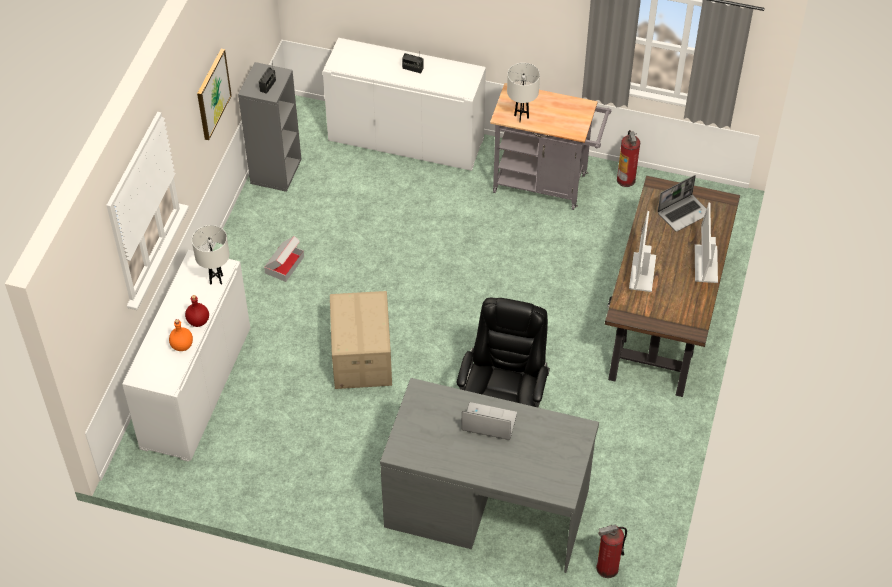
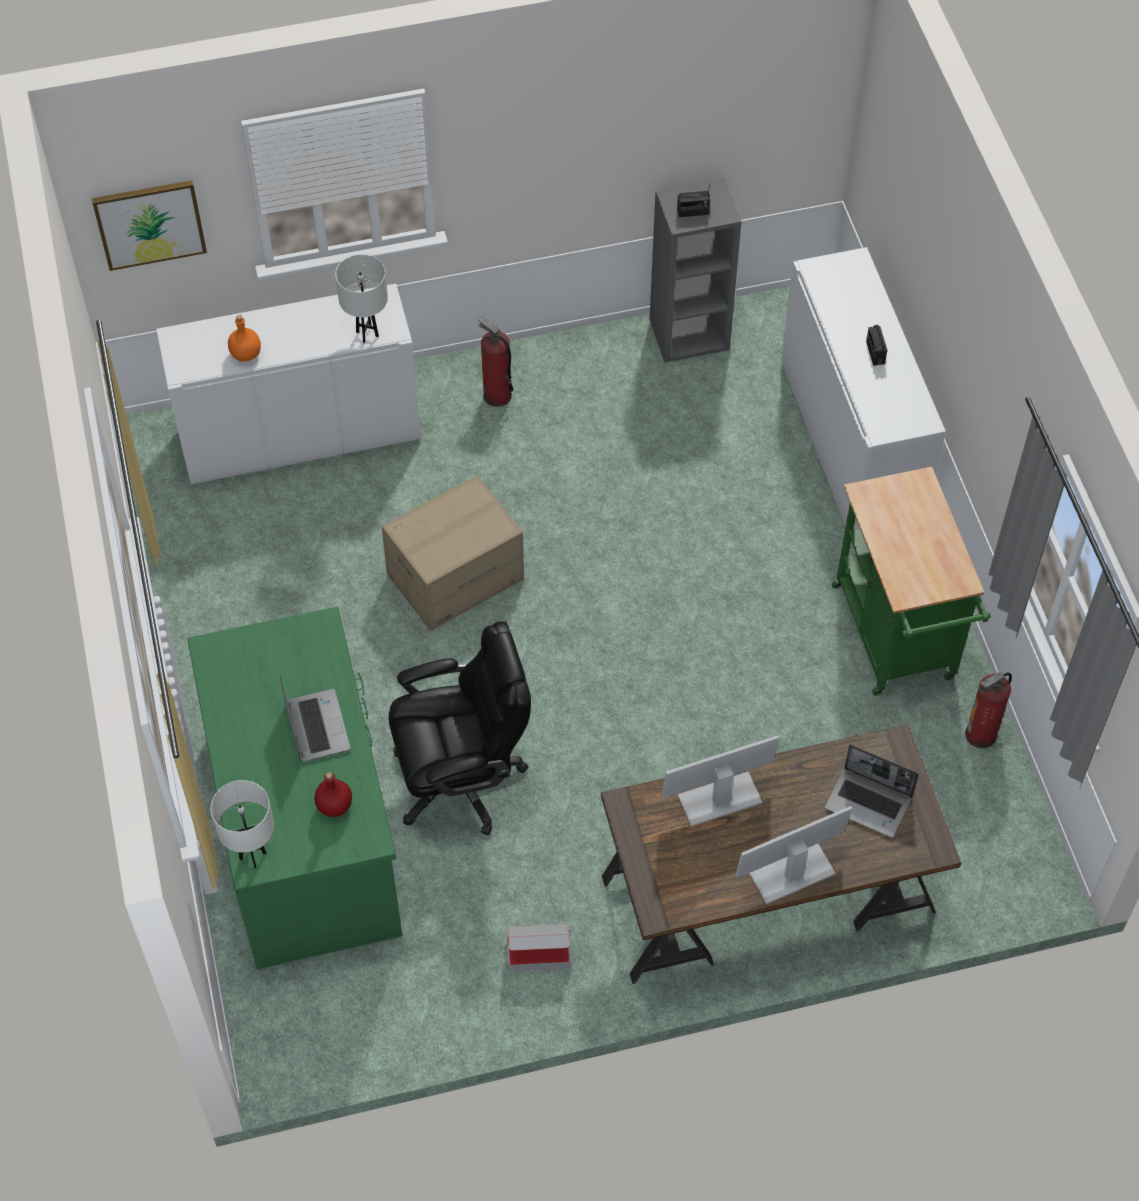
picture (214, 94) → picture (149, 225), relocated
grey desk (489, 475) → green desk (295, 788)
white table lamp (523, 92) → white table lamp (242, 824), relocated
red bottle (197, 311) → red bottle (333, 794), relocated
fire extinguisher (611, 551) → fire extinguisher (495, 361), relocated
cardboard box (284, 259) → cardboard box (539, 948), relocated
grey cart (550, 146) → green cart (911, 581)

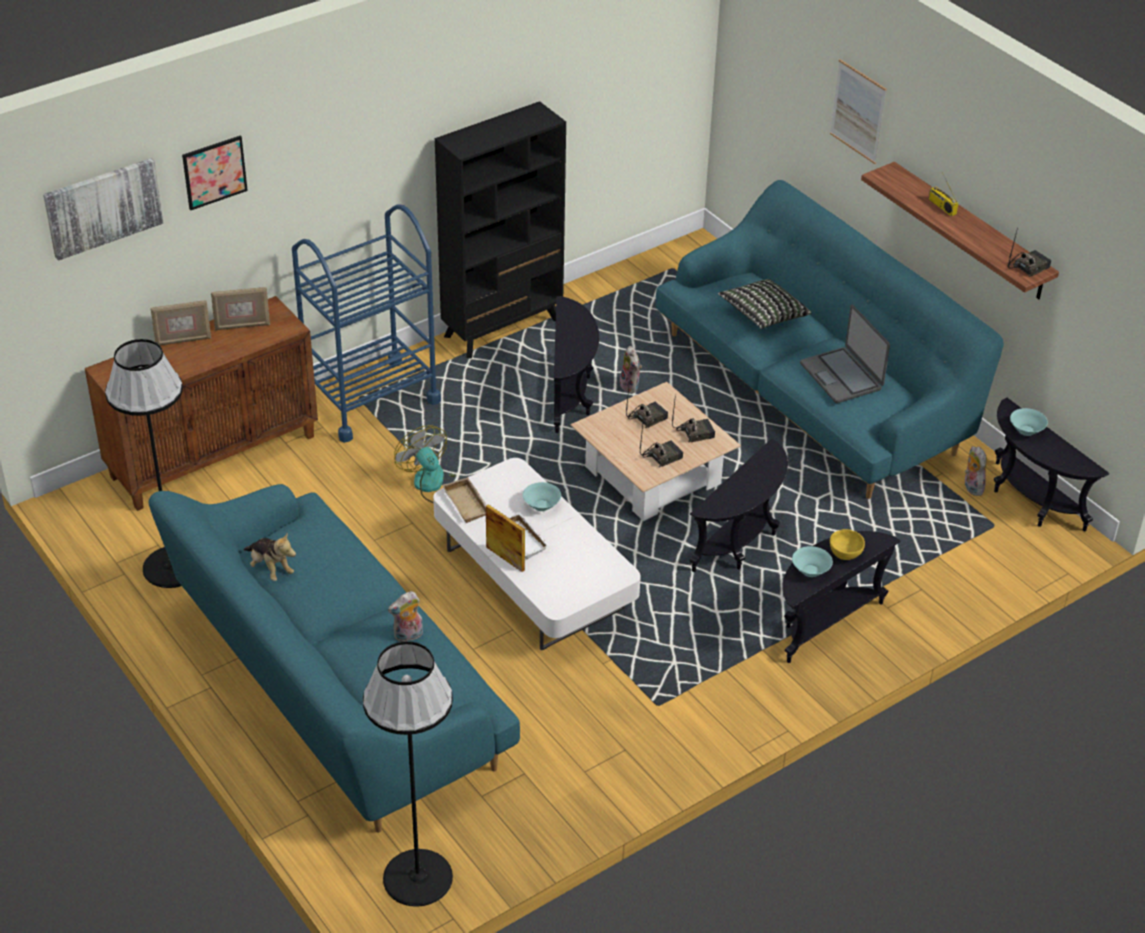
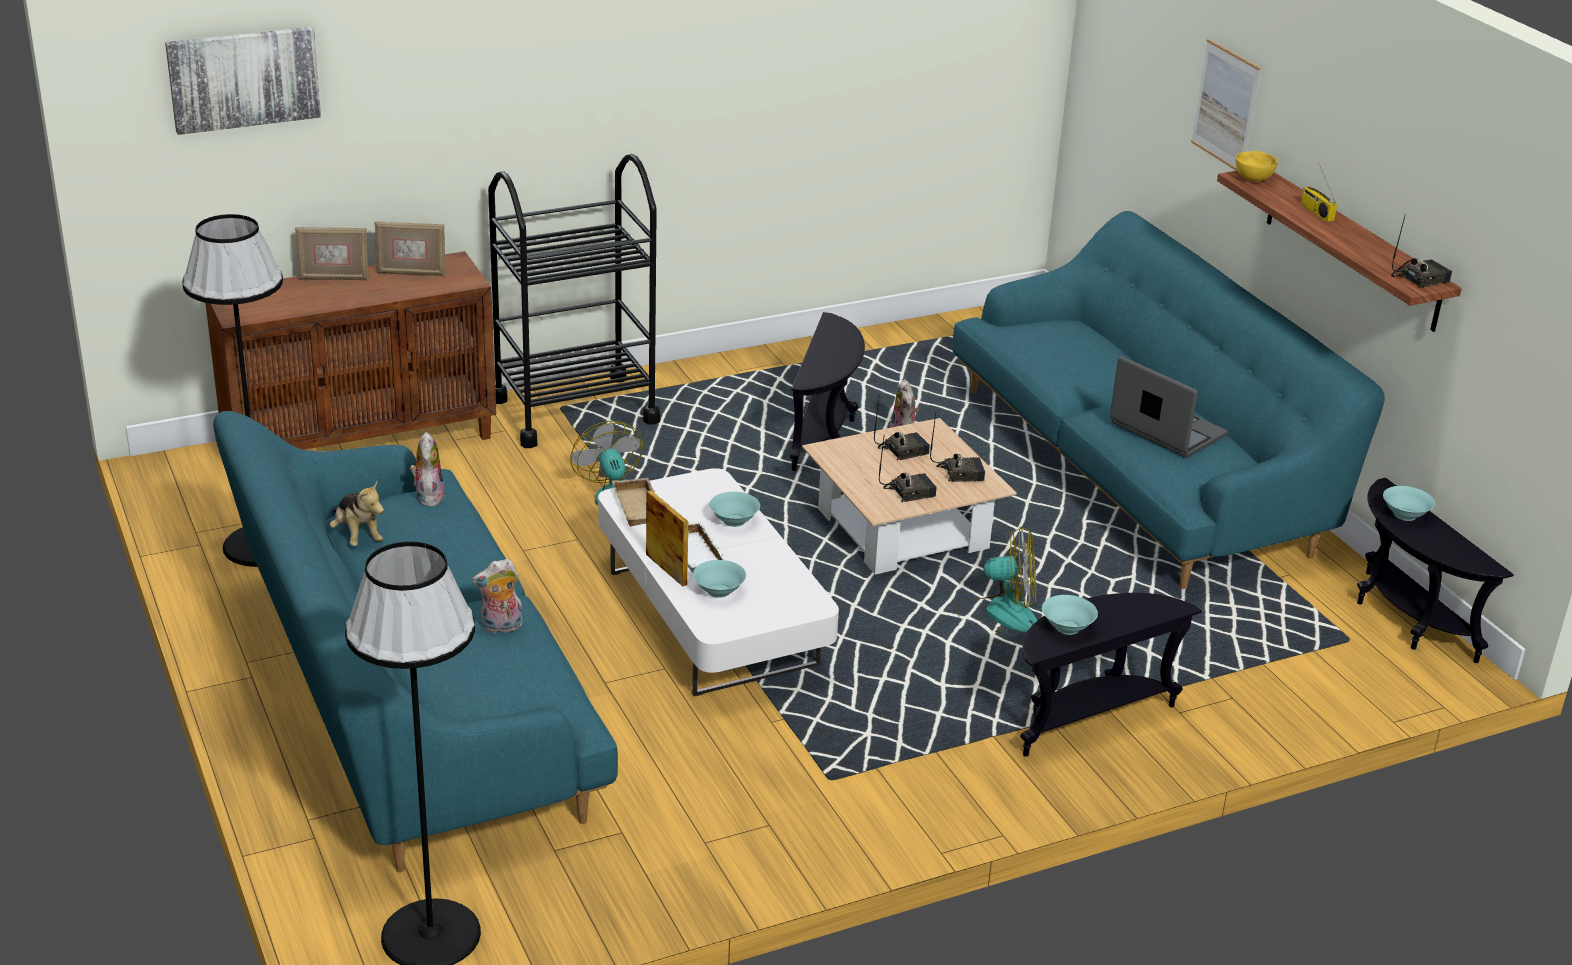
plush toy (975, 471) → plush toy (427, 469), relocated
blue cart (366, 323) → black cart (574, 301)
- → turquoise bowl (719, 579)
black side table (738, 505) → fan (997, 580)
laptop (845, 354) → laptop (1169, 407), 150 degrees clockwise
yellow bowl (847, 544) → yellow bowl (1256, 166), relocated
picture (215, 173) → -
black bookcase (500, 229) → -
pillow (765, 304) → -

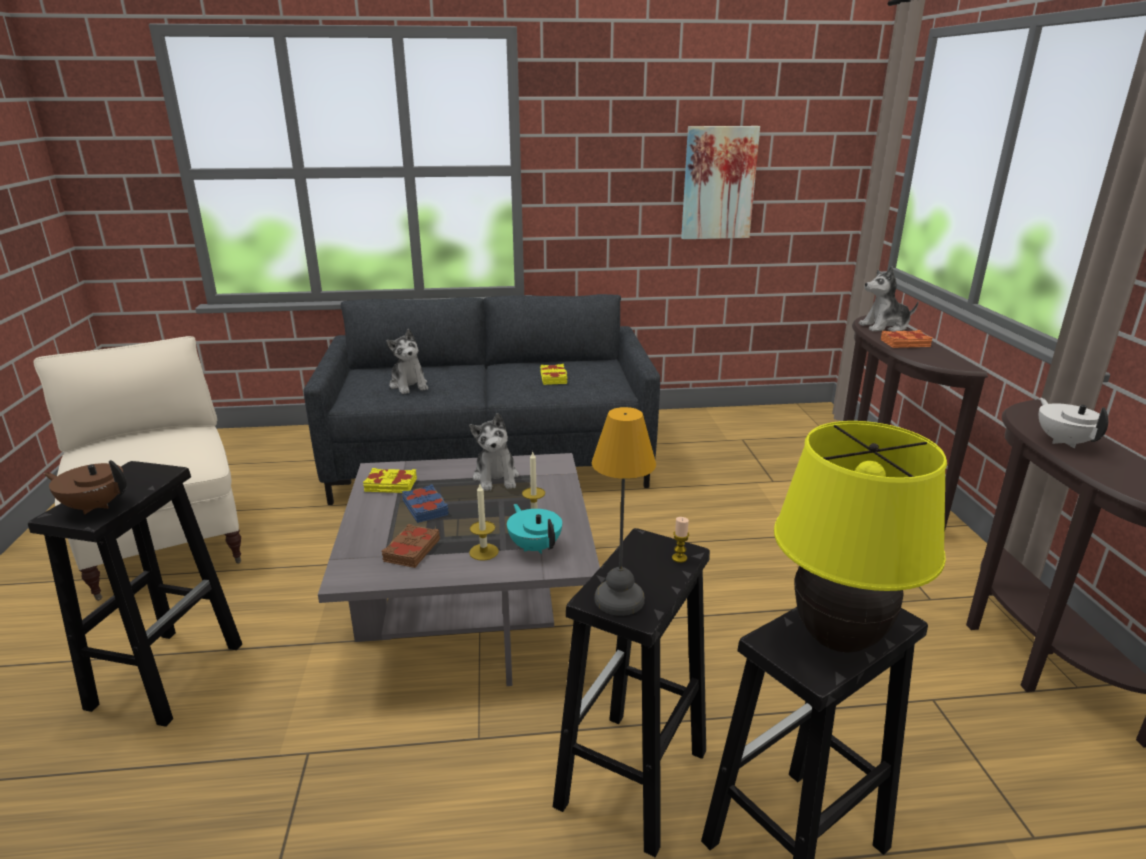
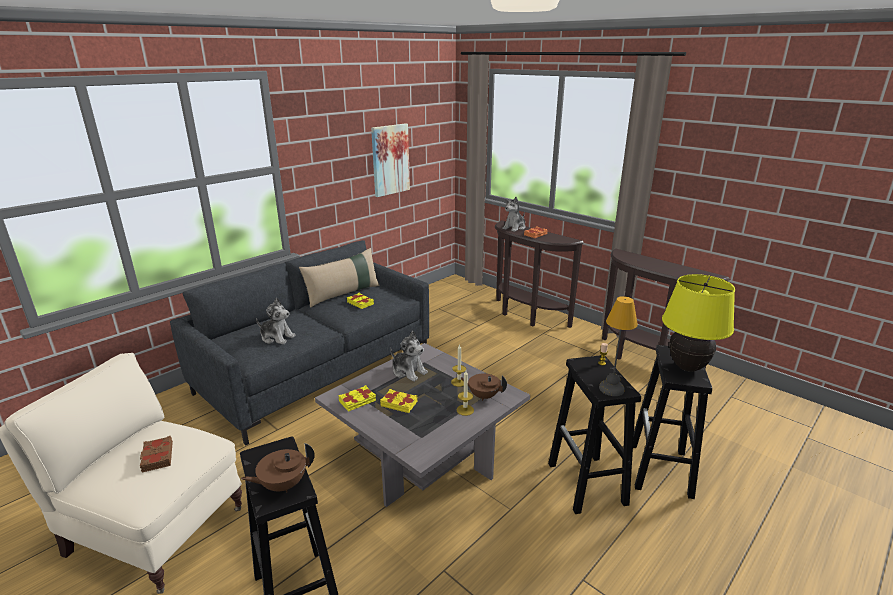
brown book (411, 546) → brown book (156, 454), relocated
- → beige pillow (339, 278)
blue book (425, 503) → yellow book (399, 401)
turquoise teapot (534, 529) → brown teapot (484, 387)
white teapot (1073, 423) → -

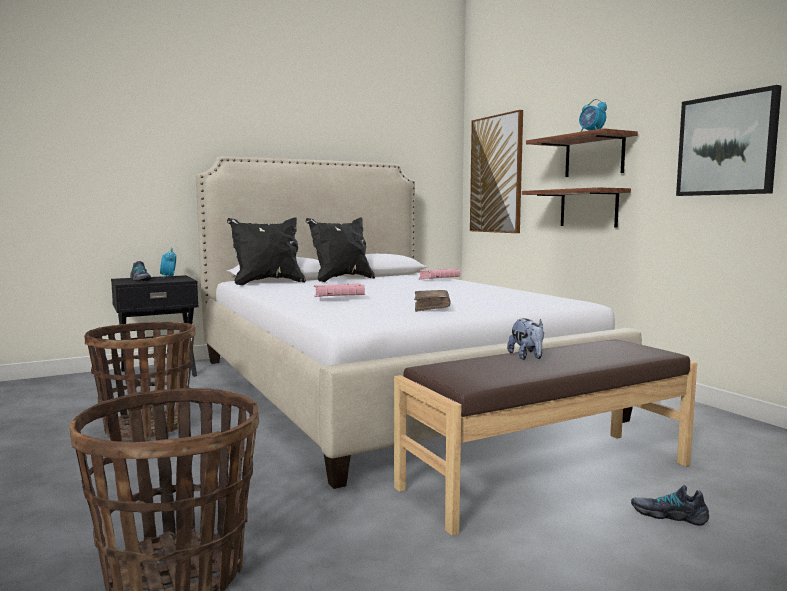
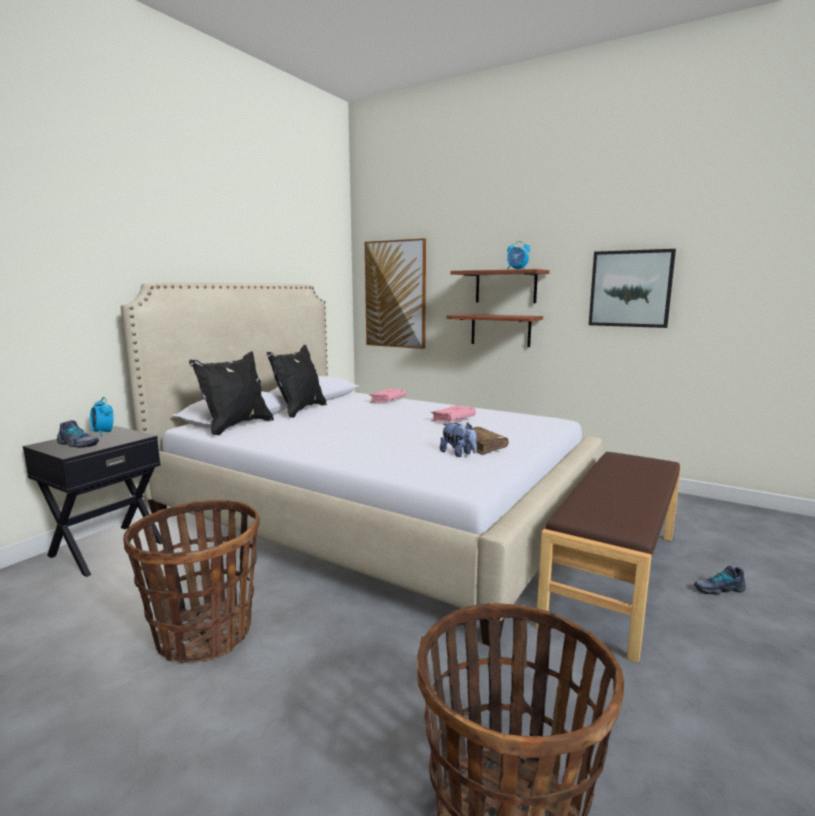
pink book (339, 290) → pink book (453, 413), relocated
plush toy (525, 339) → plush toy (458, 440), relocated

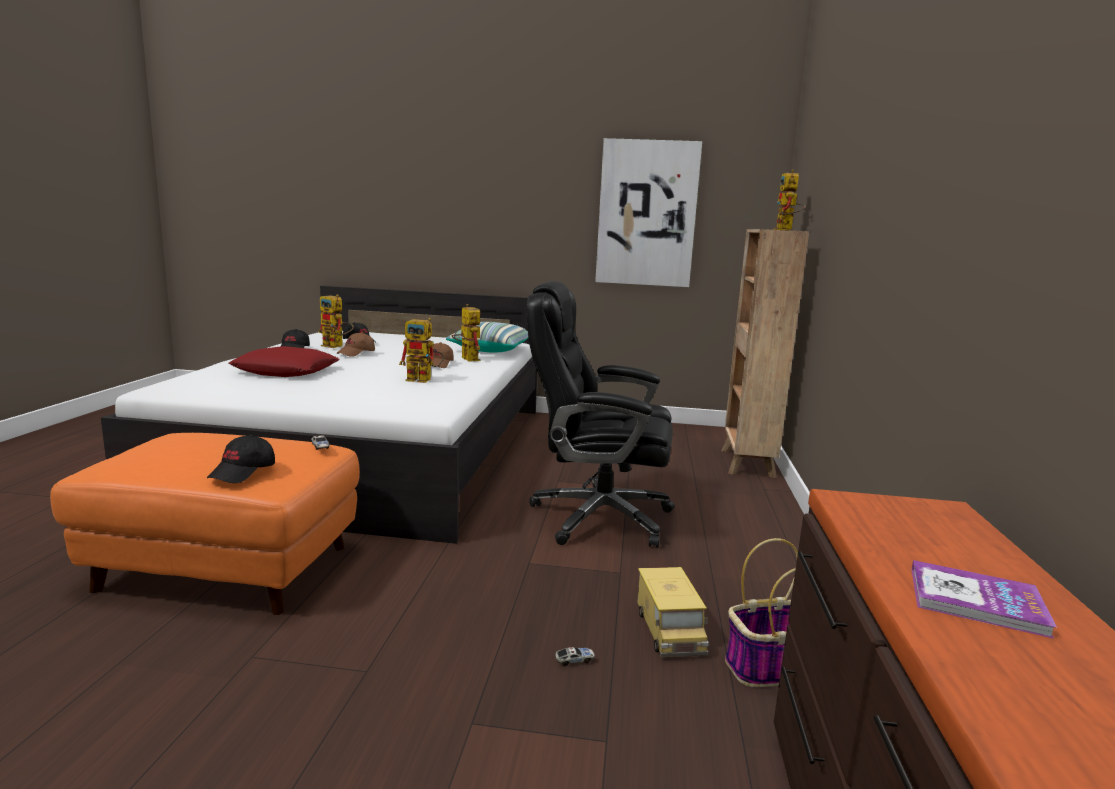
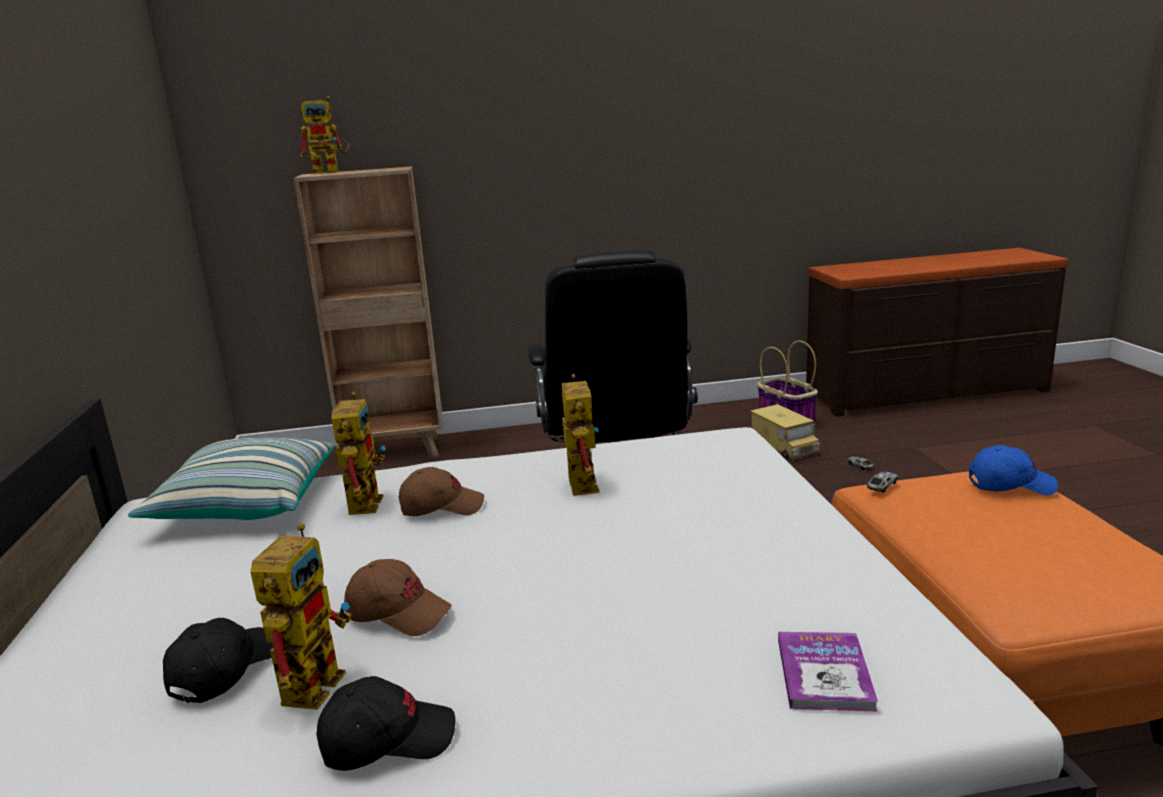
toy robot (466, 333) → toy robot (359, 453), 135 degrees clockwise
toy truck (673, 612) → toy truck (785, 432), 90 degrees clockwise
book (984, 599) → book (828, 672), relocated
black cap (241, 459) → blue cap (1013, 470)
red pillow (284, 361) → -
picture (648, 212) → -

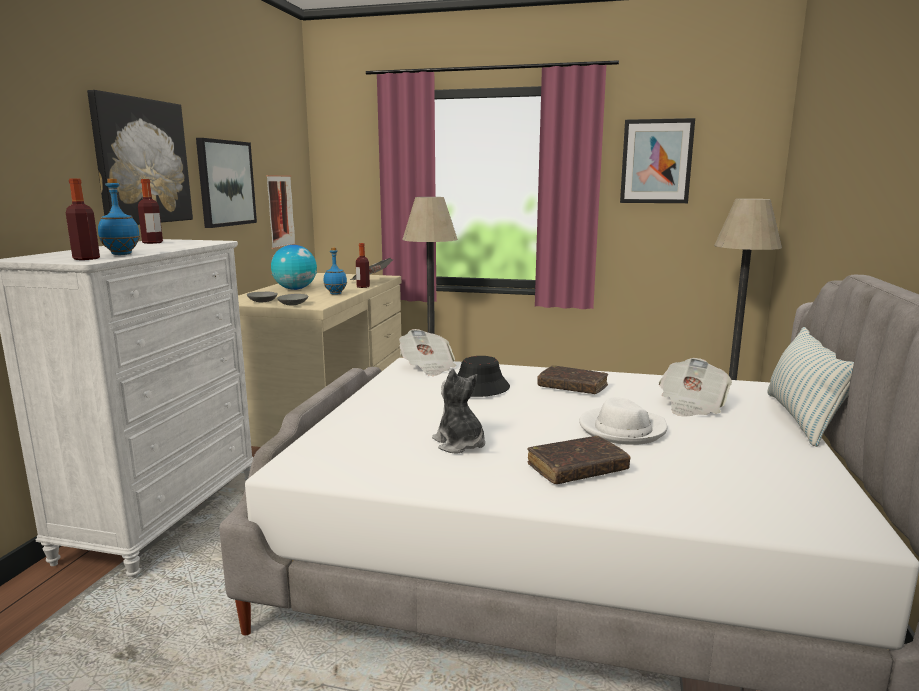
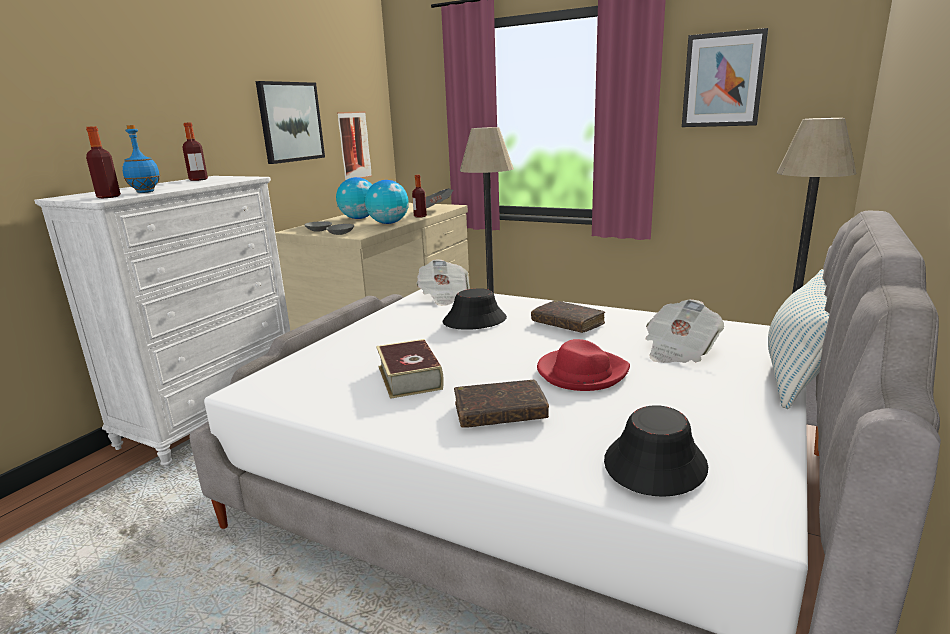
blue bottle (335, 271) → globe (387, 202)
plush toy (458, 411) → book (410, 369)
white hat (623, 421) → red hat (583, 365)
- → black hat (656, 451)
picture (140, 157) → -

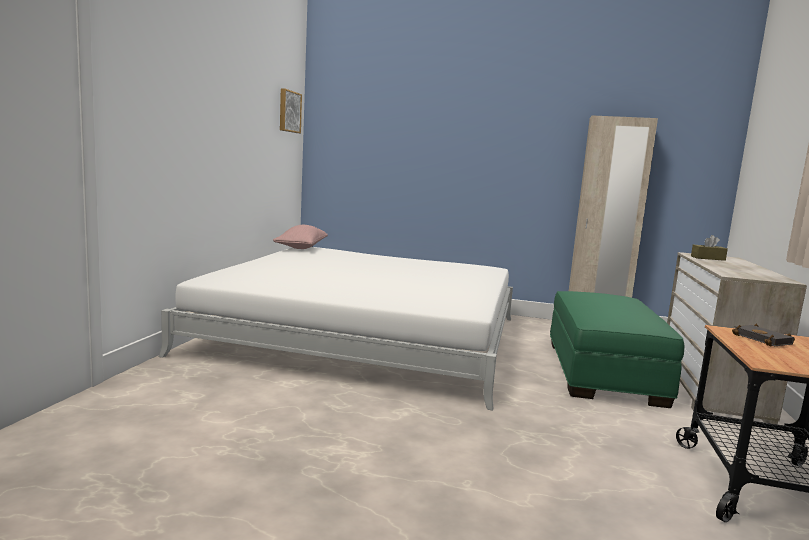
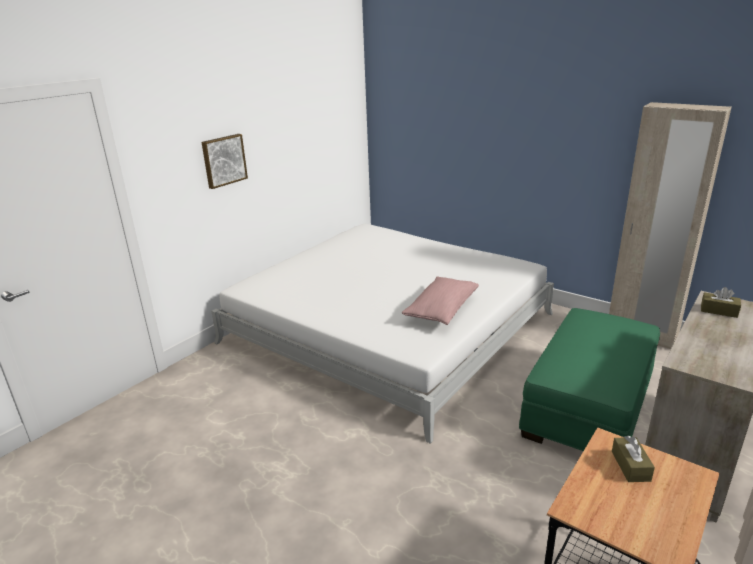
picture (291, 110) → picture (224, 161), relocated
pink pillow (300, 237) → pink pillow (440, 301), relocated
black book (763, 335) → brown tissue box (633, 459)

